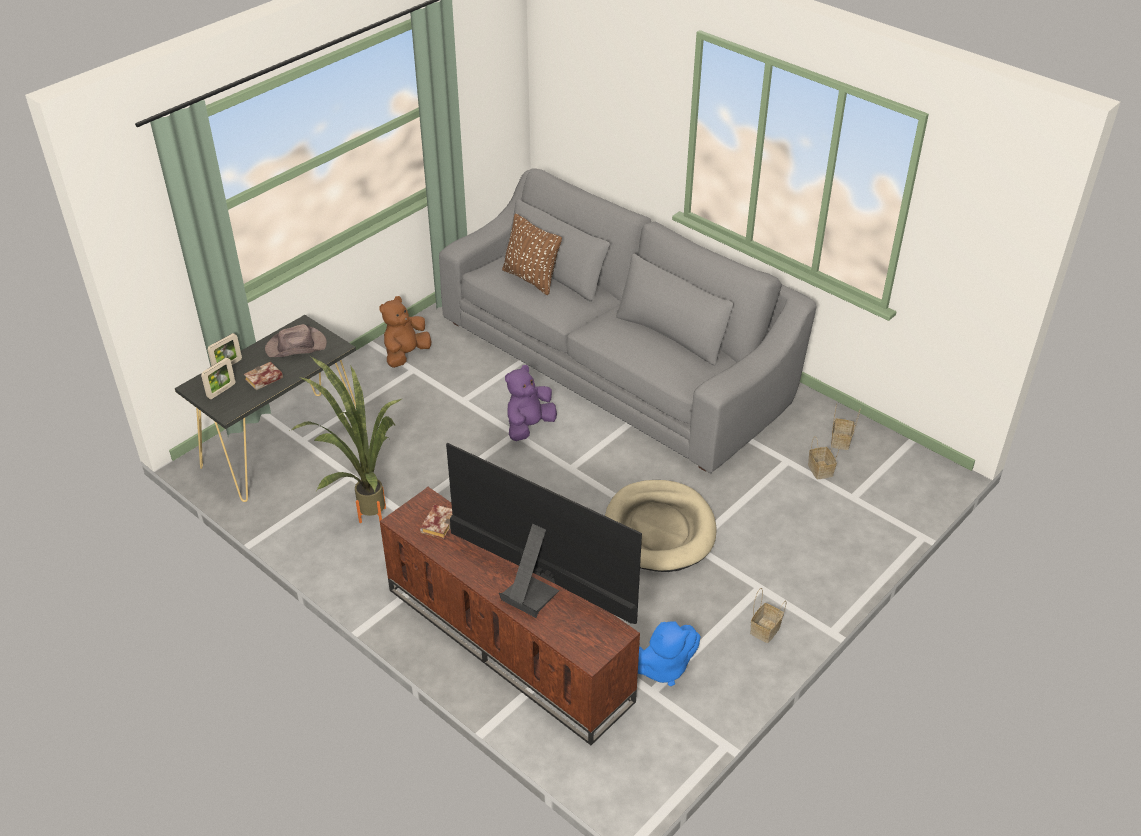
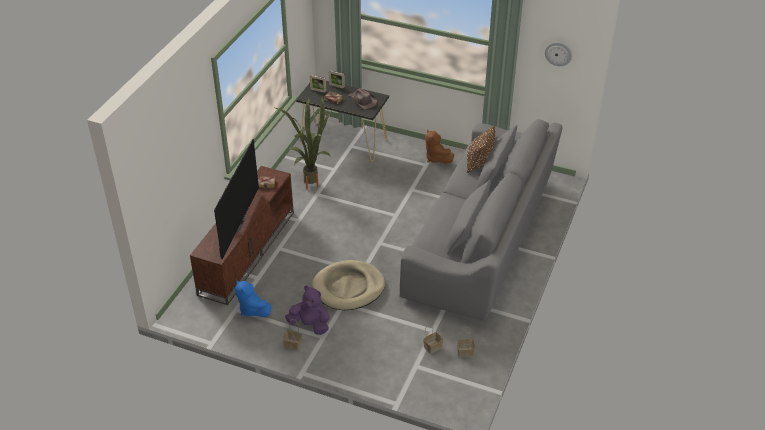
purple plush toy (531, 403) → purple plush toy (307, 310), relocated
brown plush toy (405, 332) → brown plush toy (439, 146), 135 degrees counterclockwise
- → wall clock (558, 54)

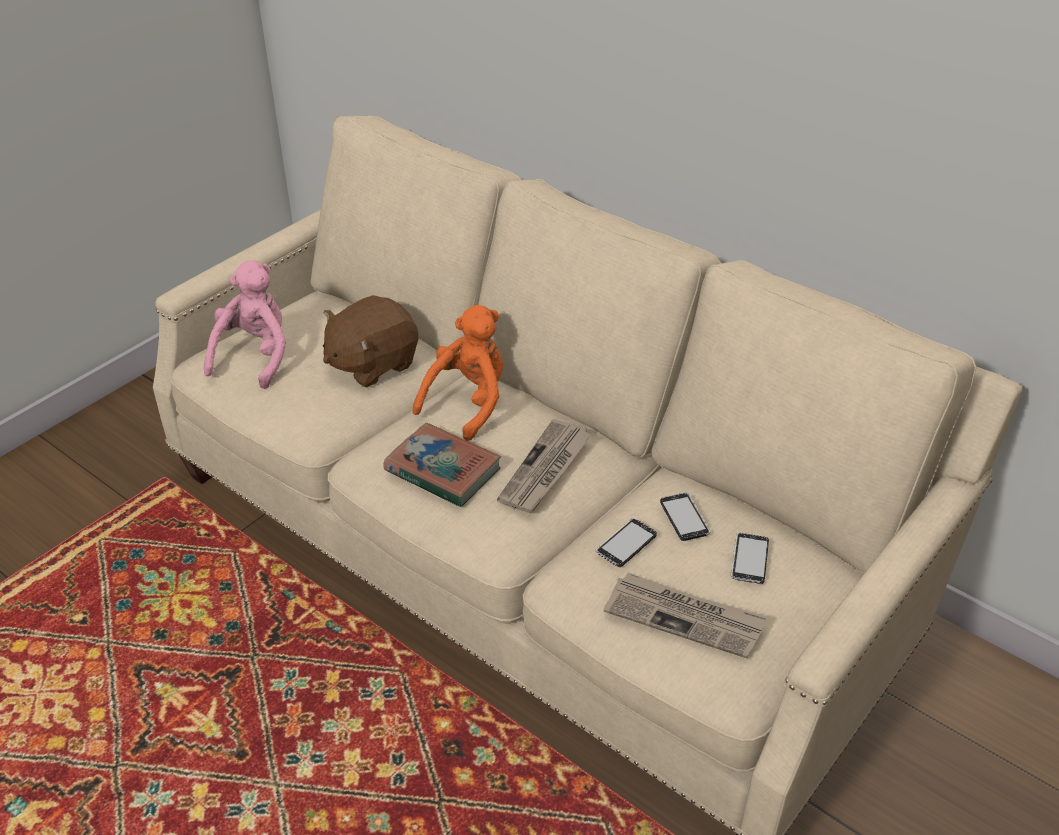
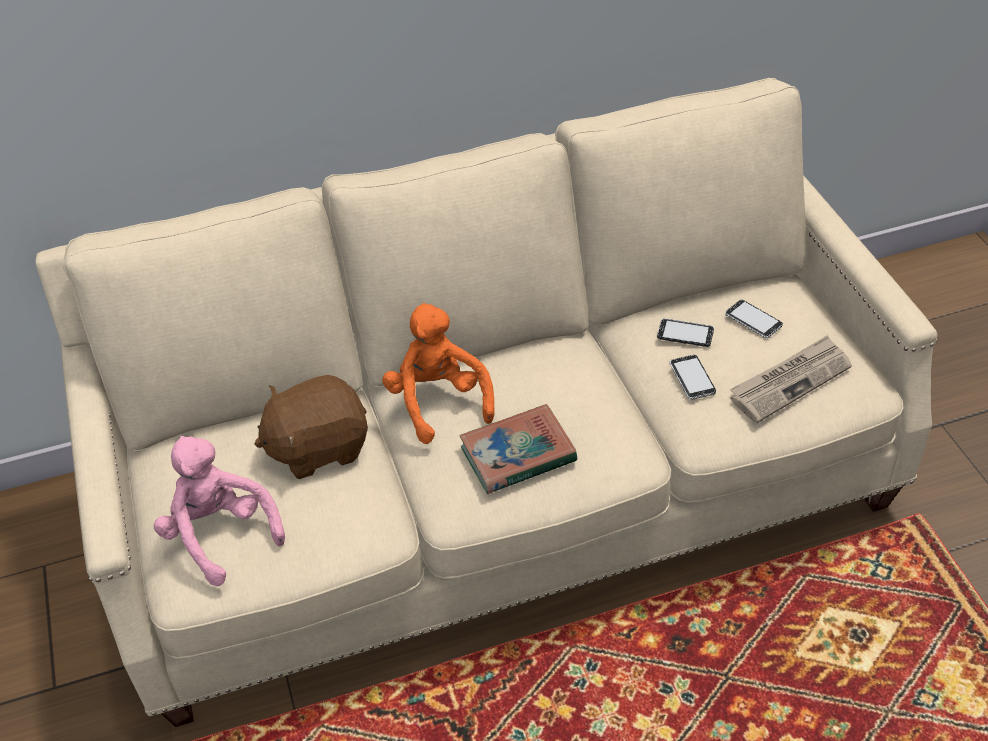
brown plush toy (370, 341) → brown plush toy (311, 427), 75 degrees clockwise
newspaper (544, 466) → -

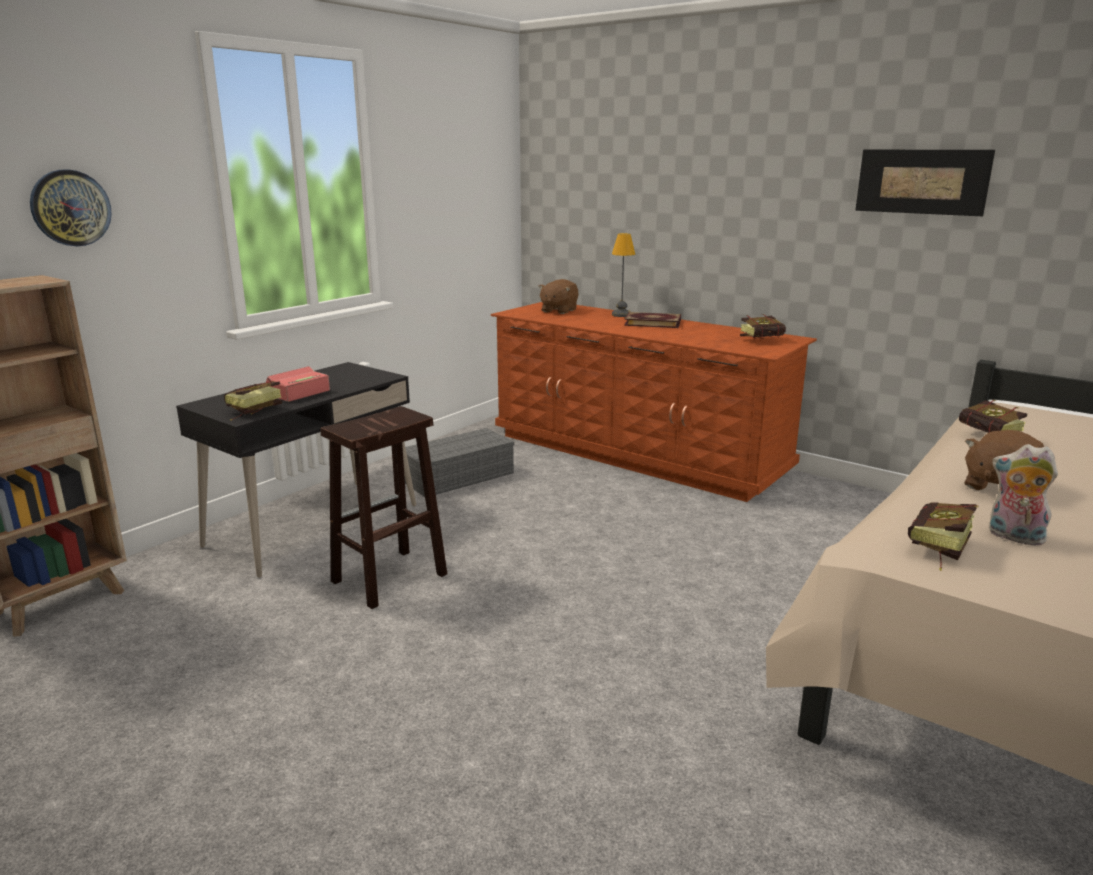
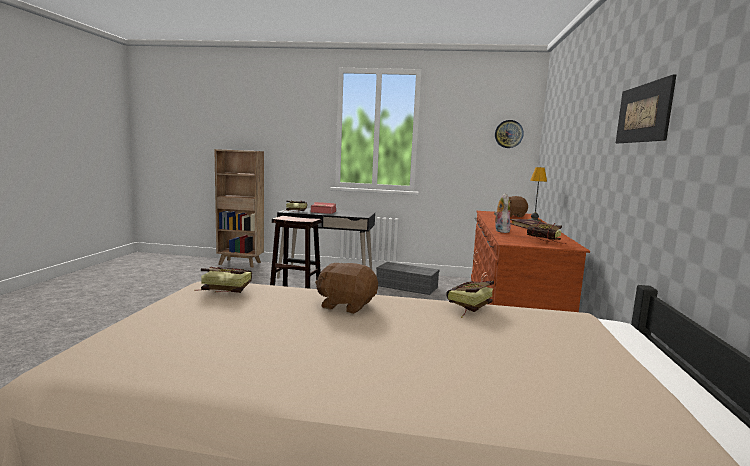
plush toy (1023, 495) → plush toy (502, 213), relocated
wall clock (71, 208) → wall clock (509, 134), relocated

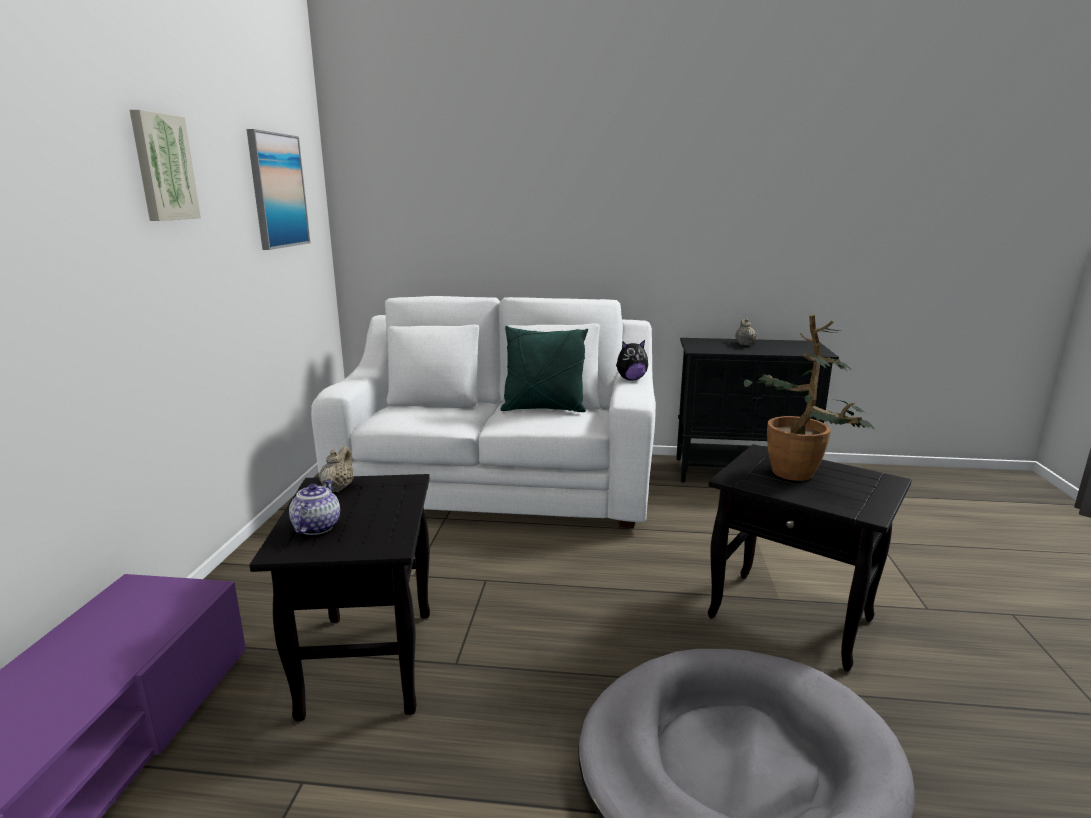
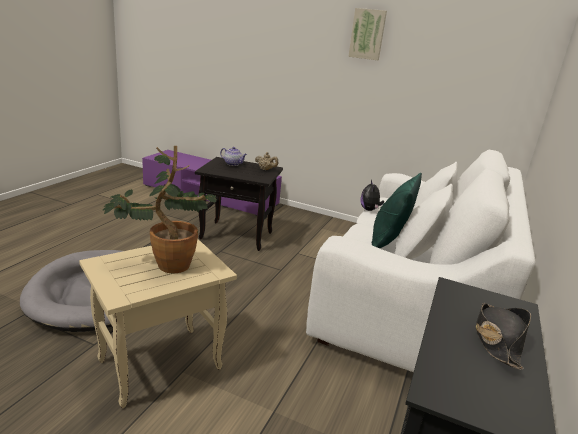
black side table (810, 558) → beige side table (158, 323)
plush toy (632, 360) → plush toy (372, 195), relocated
beige teapot (746, 331) → black hat (503, 336)
picture (279, 189) → -

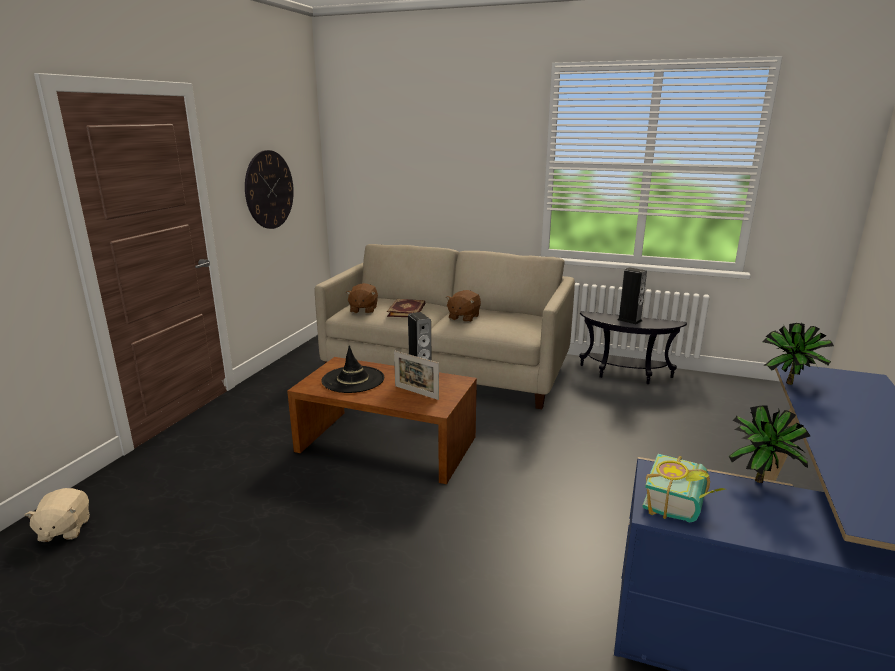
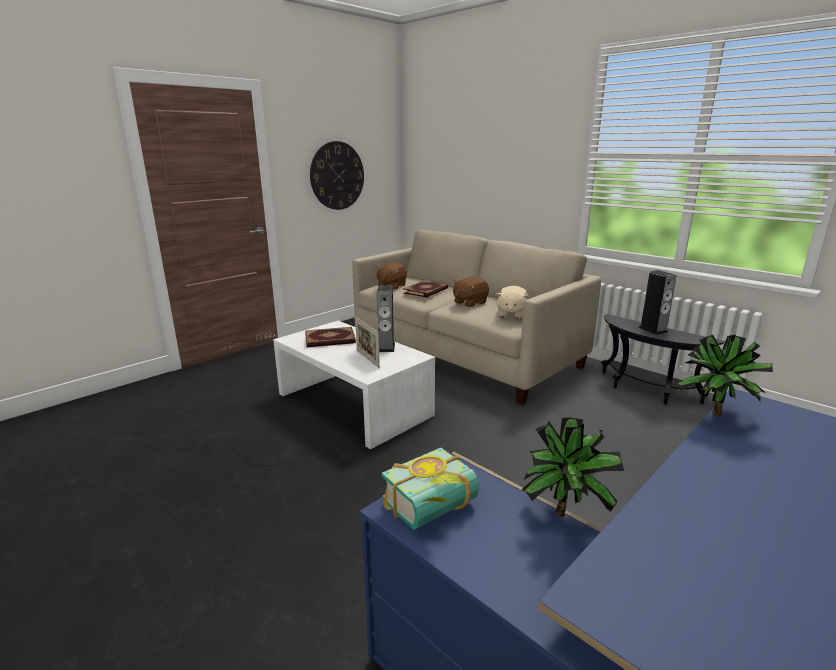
brown coffee table (382, 420) → white coffee table (354, 385)
black hat (352, 369) → book (330, 337)
beige plush toy (57, 515) → beige plush toy (512, 302), relocated

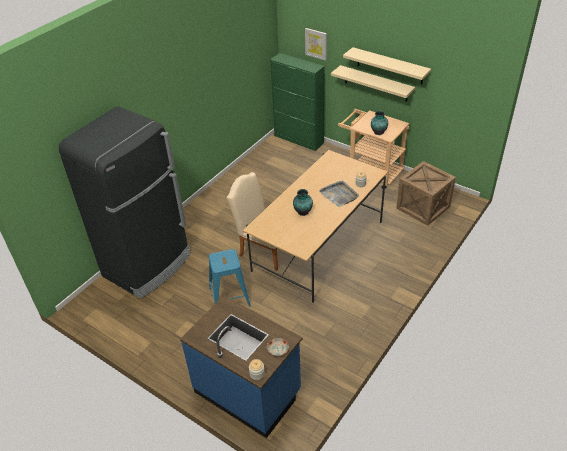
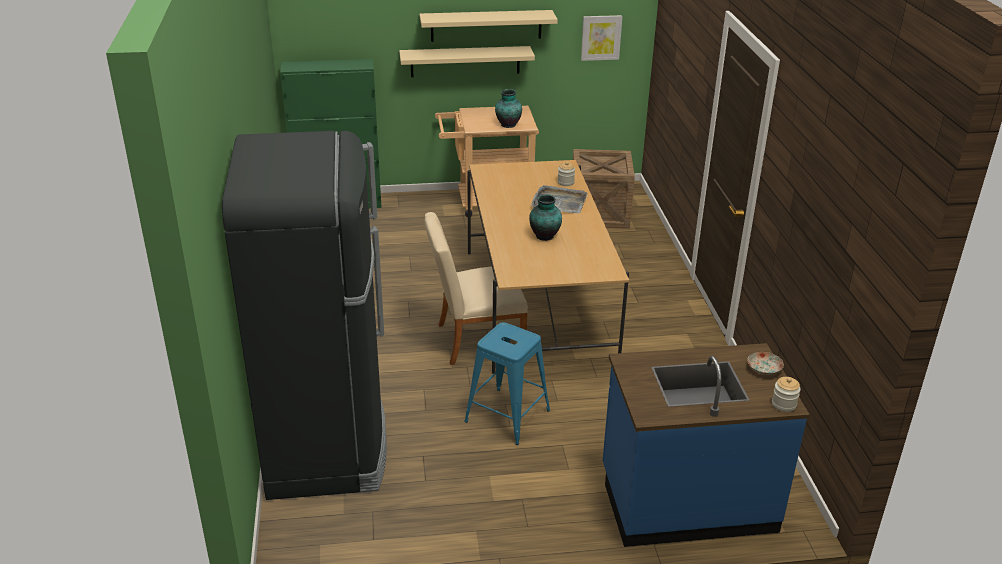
picture (316, 44) → picture (602, 38), relocated

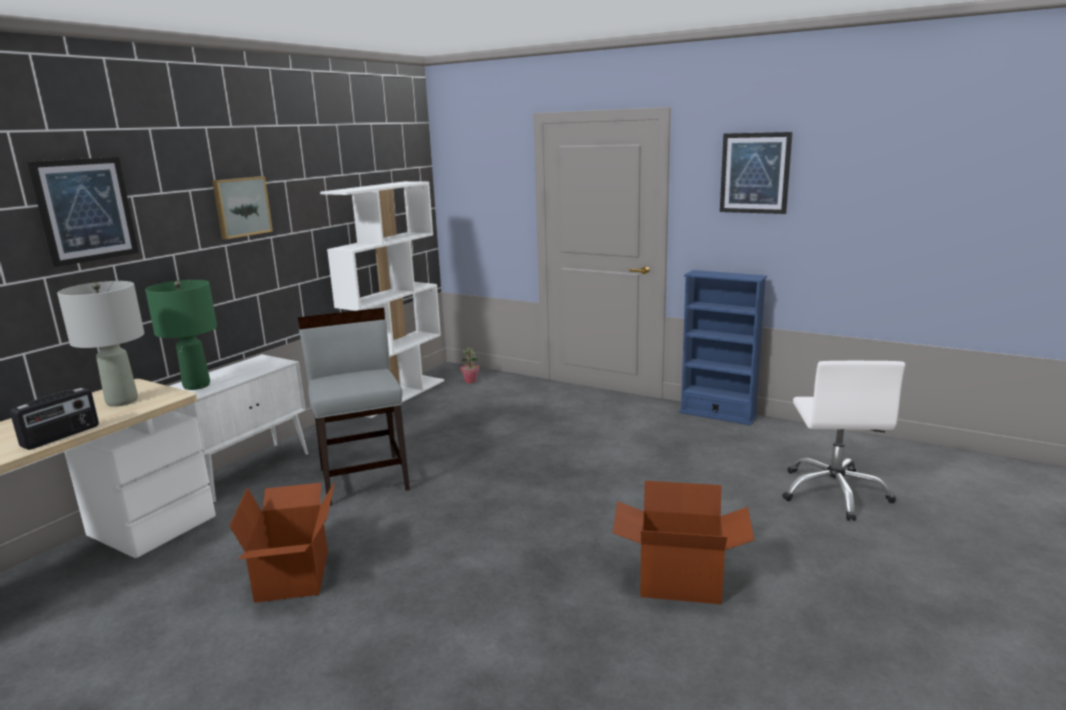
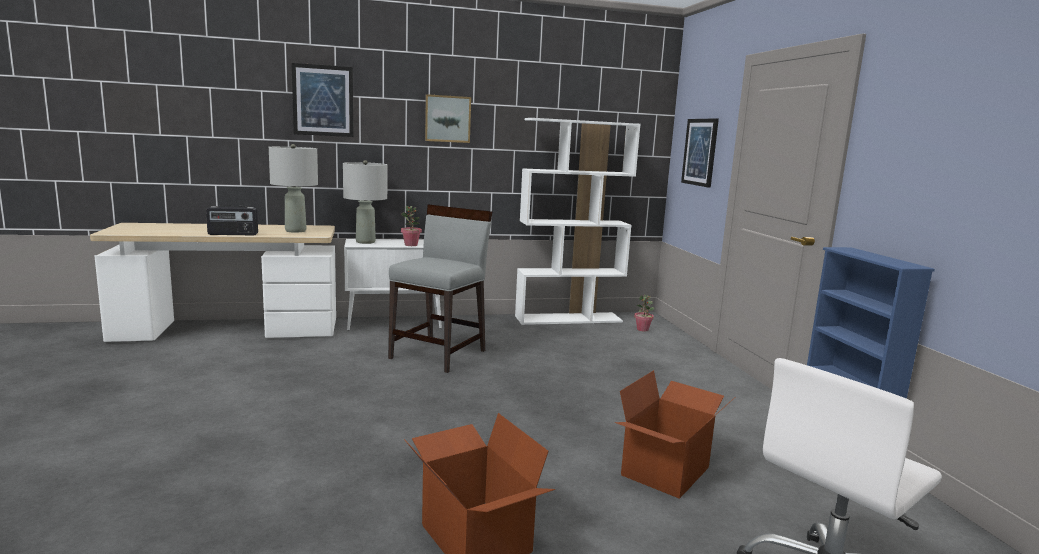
green table lamp (181, 335) → grey table lamp (365, 202)
- → potted plant (411, 226)
cardboard box (282, 542) → cardboard box (675, 434), relocated
picture (756, 173) → picture (700, 153), relocated

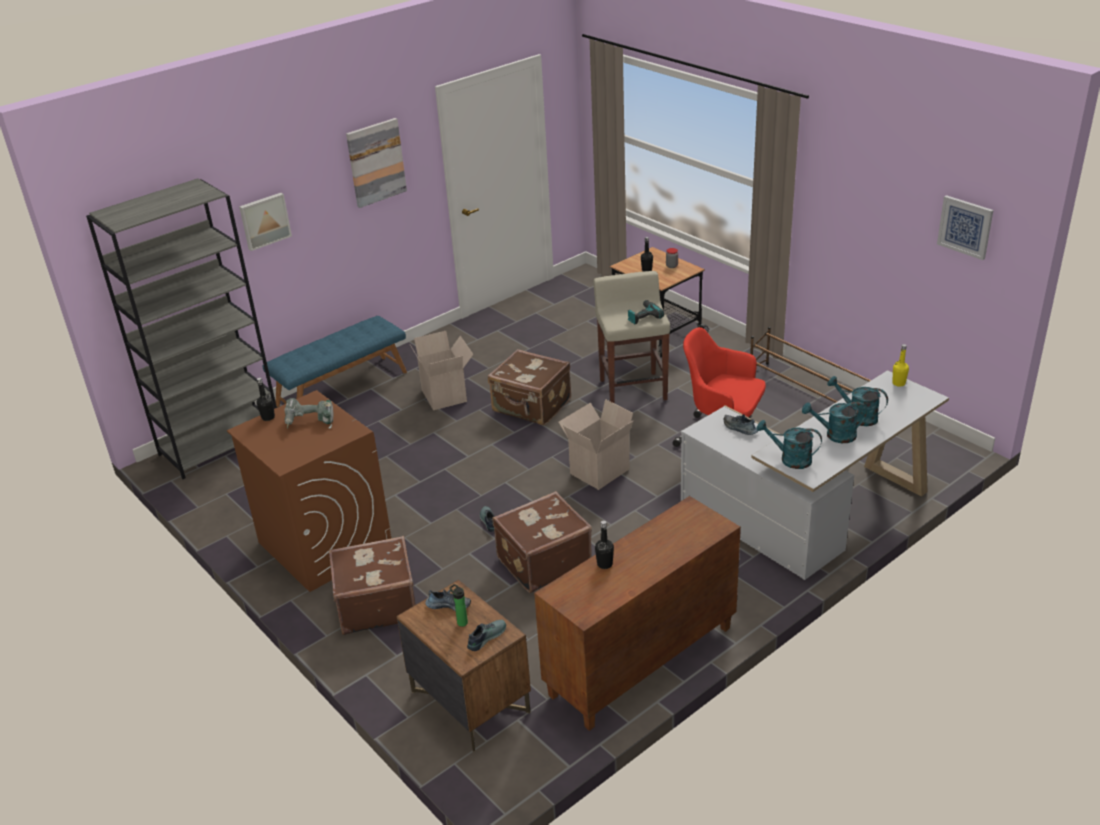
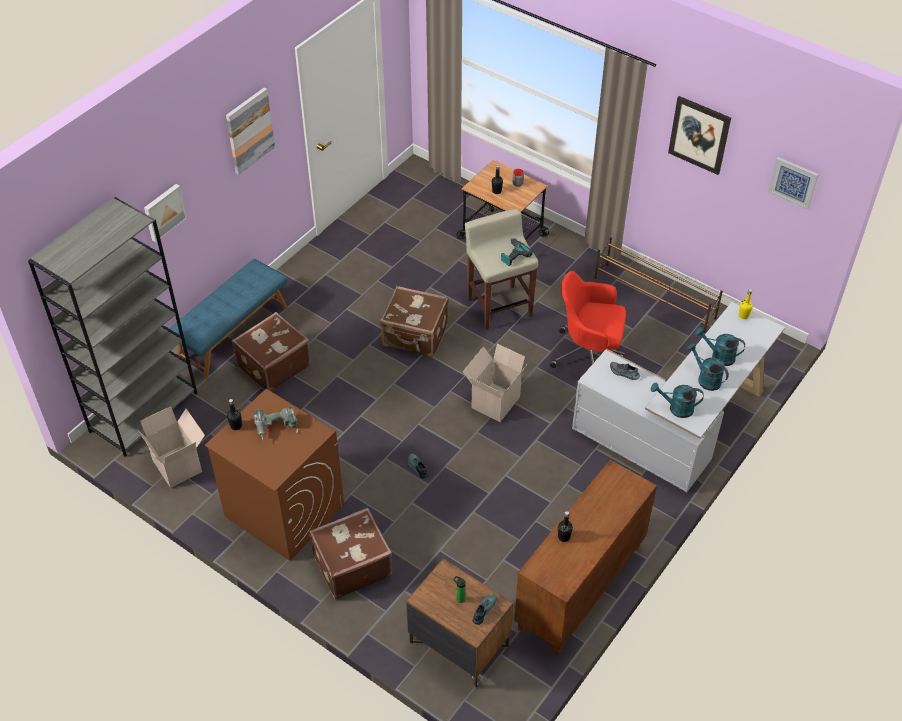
cardboard box (441, 370) → cardboard box (171, 447), relocated
brown suitcase (542, 542) → brown suitcase (271, 351), relocated
- → picture (699, 135)
turquoise watering can (834, 422) → turquoise watering can (708, 367), 60 degrees clockwise
shoe (448, 600) → -

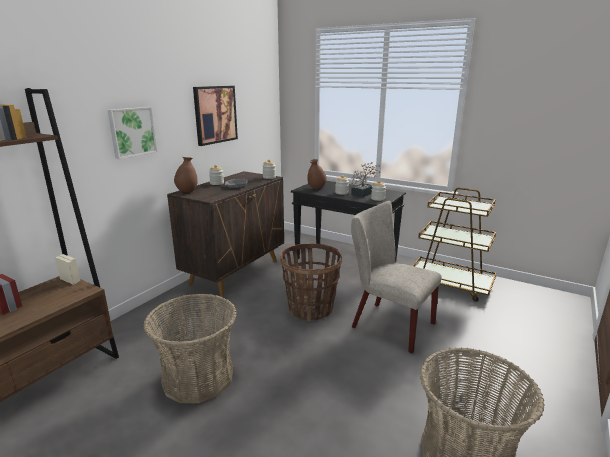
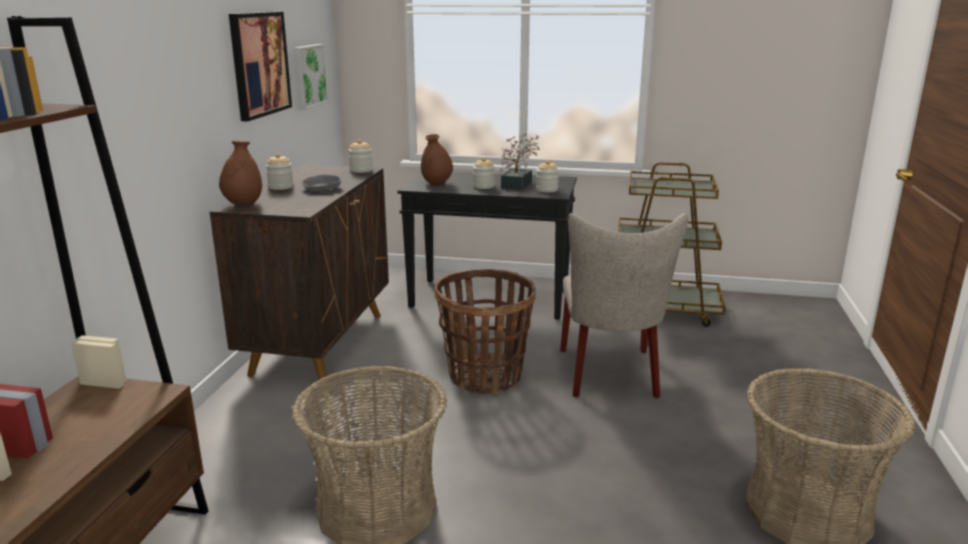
picture (132, 133) → picture (311, 77), relocated
beige chair (396, 277) → beige chair (624, 305), 105 degrees counterclockwise

